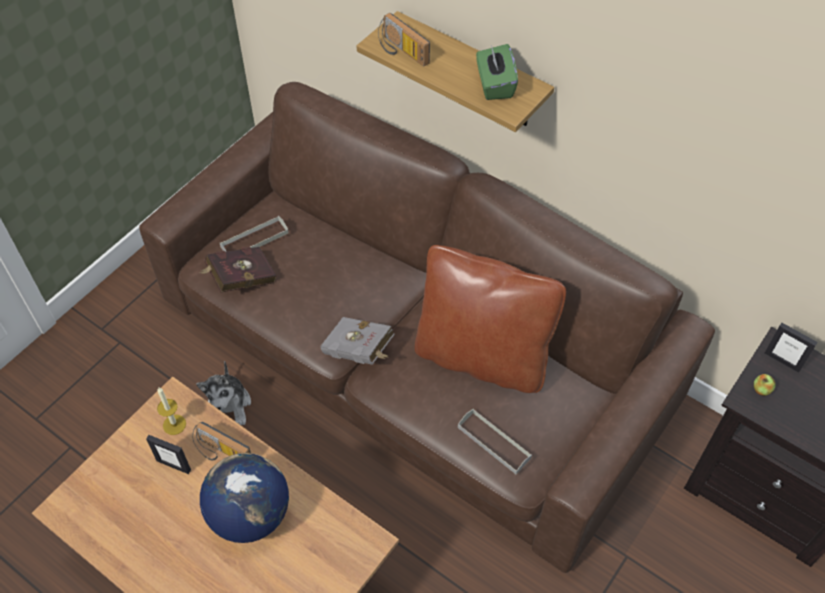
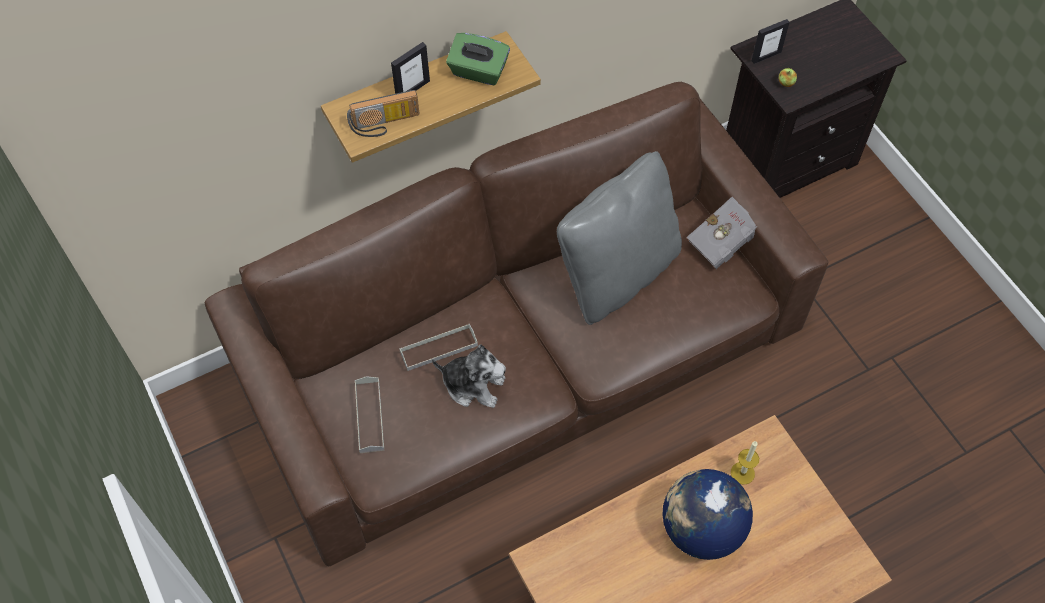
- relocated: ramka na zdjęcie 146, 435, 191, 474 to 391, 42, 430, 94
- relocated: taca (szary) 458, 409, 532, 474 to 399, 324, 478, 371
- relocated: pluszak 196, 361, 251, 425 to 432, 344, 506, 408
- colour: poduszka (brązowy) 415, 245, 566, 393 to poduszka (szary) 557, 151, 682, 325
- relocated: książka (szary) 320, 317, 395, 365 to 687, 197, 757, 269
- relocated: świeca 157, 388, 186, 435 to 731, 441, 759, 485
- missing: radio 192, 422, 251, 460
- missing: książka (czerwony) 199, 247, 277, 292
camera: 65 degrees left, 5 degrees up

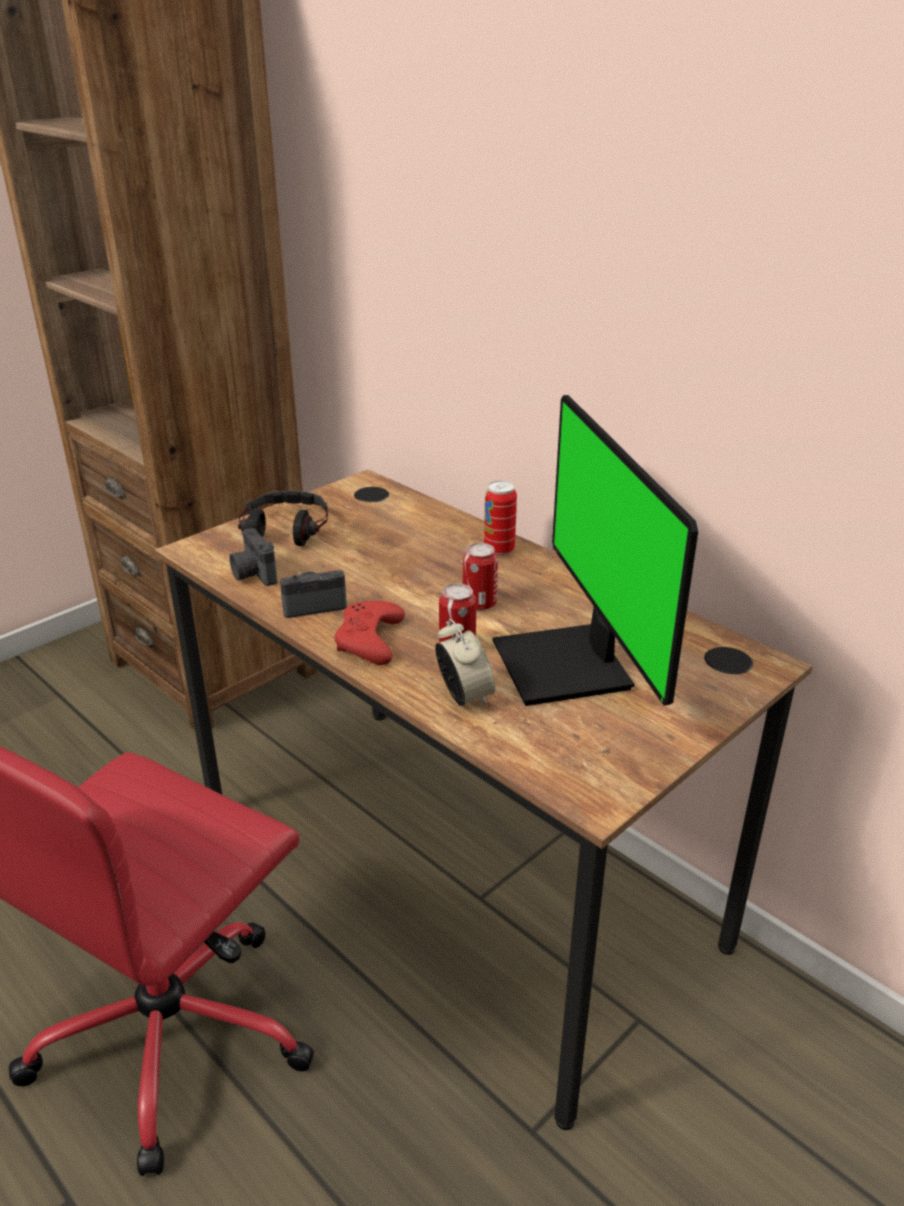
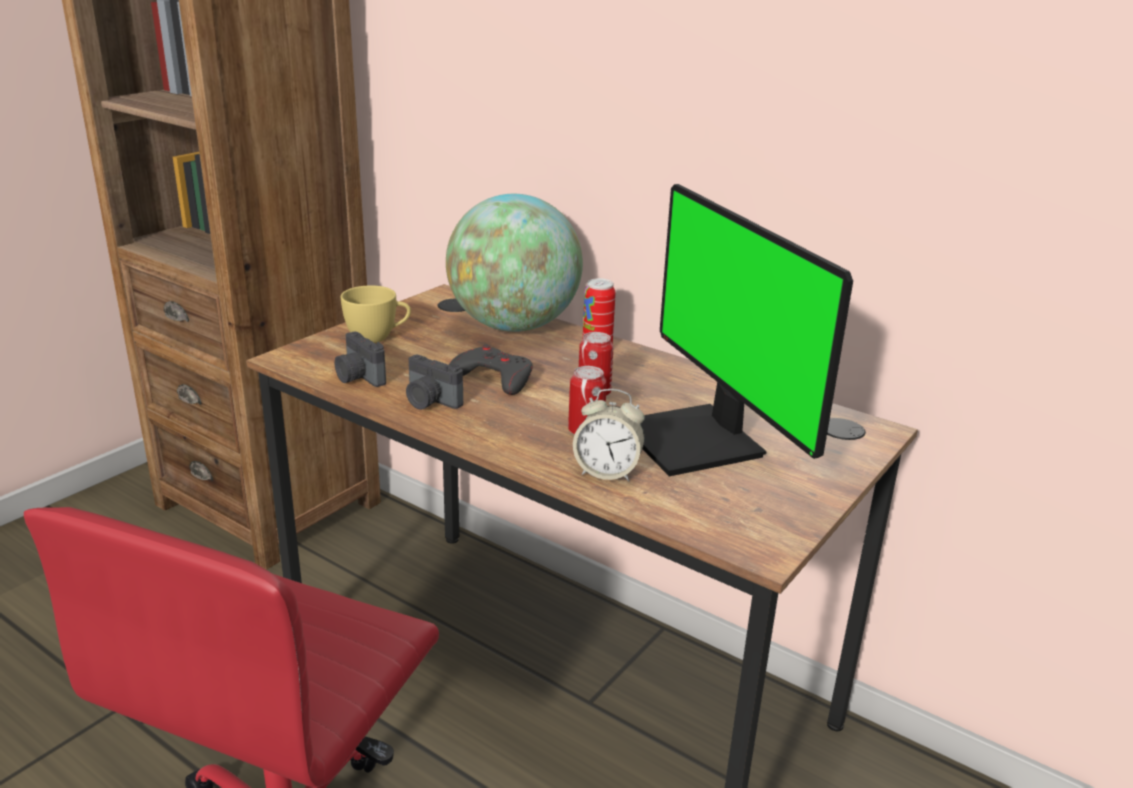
- exchanged: słuchawki 238, 491, 328, 546 to filiżanka (żółty) 341, 285, 411, 343
- spun: aparat fotograficzny 280, 570, 347, 618 = 406, 355, 463, 410 120 degrees counterclockwise
- appeared: globus 446, 194, 583, 332
- appeared: pad do gier (szary) 449, 345, 533, 395
- spun: budzik 435, 618, 495, 707 = 573, 389, 645, 482 135 degrees clockwise
- missing: pad do gier (czerwony) 335, 601, 405, 665
camera: 10 degrees left, 5 degrees down

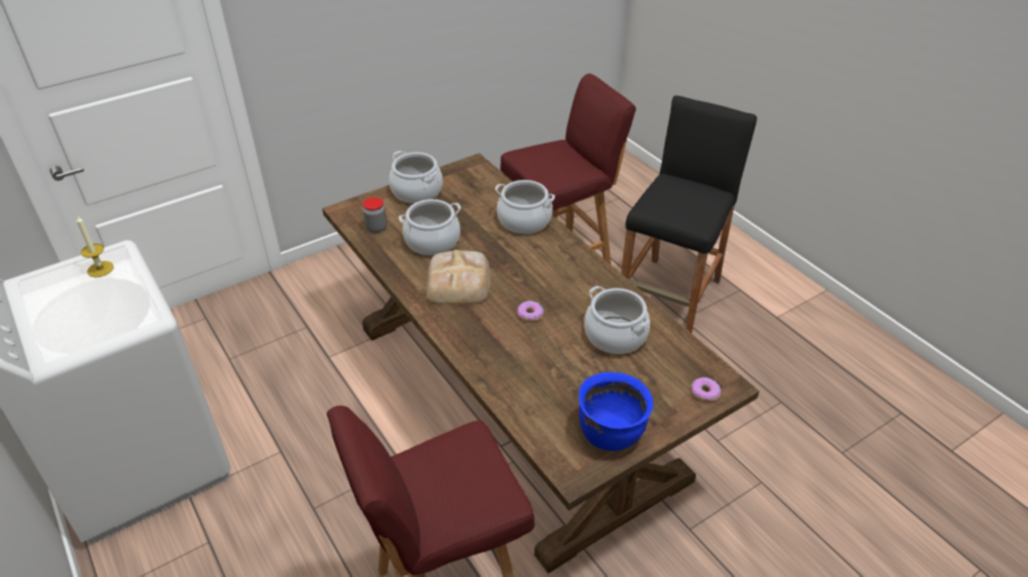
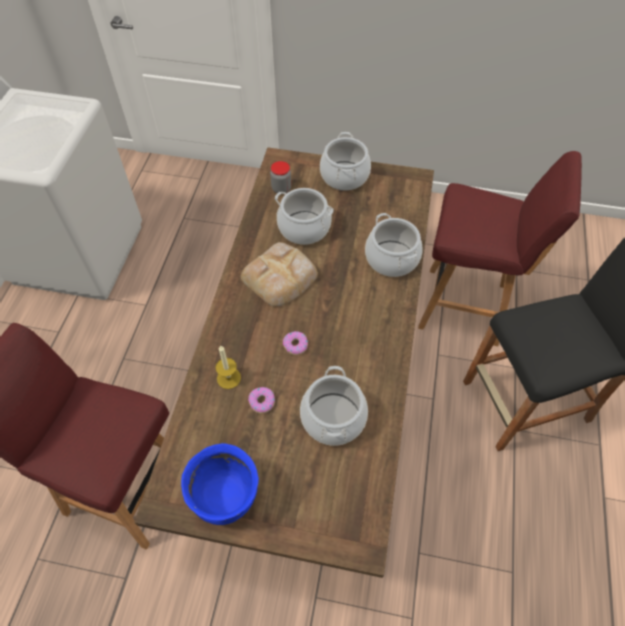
- relocated: świeca 77, 216, 114, 277 to 216, 345, 241, 389
- relocated: donut 691, 377, 721, 402 to 248, 387, 275, 413
camera: 45 degrees right, 15 degrees up

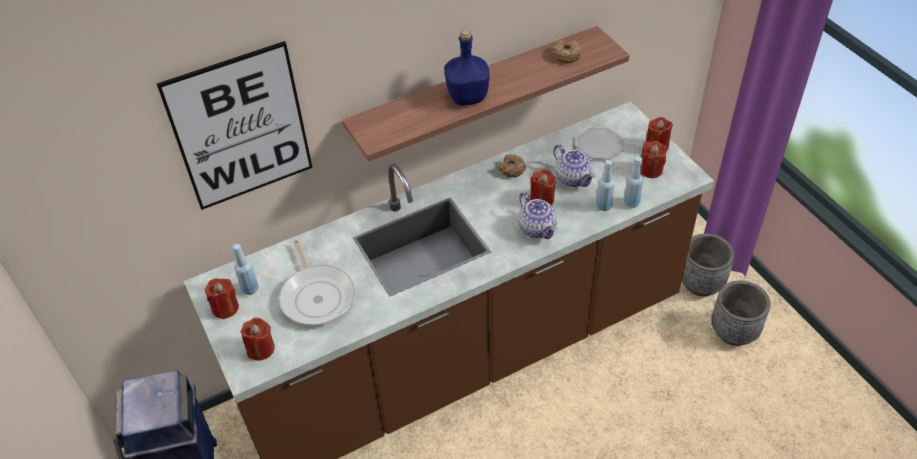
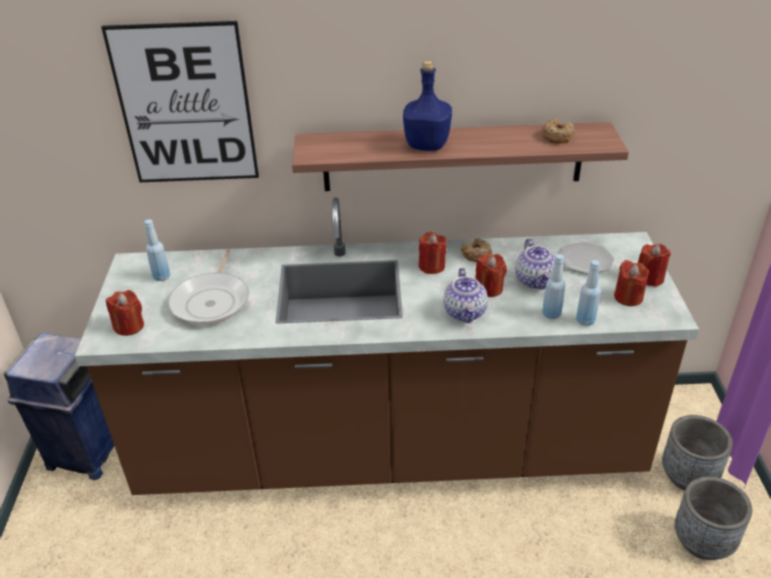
- relocated: świeca (czerwony) 205, 278, 239, 319 to 419, 232, 447, 274
camera: 25 degrees right, 10 degrees down

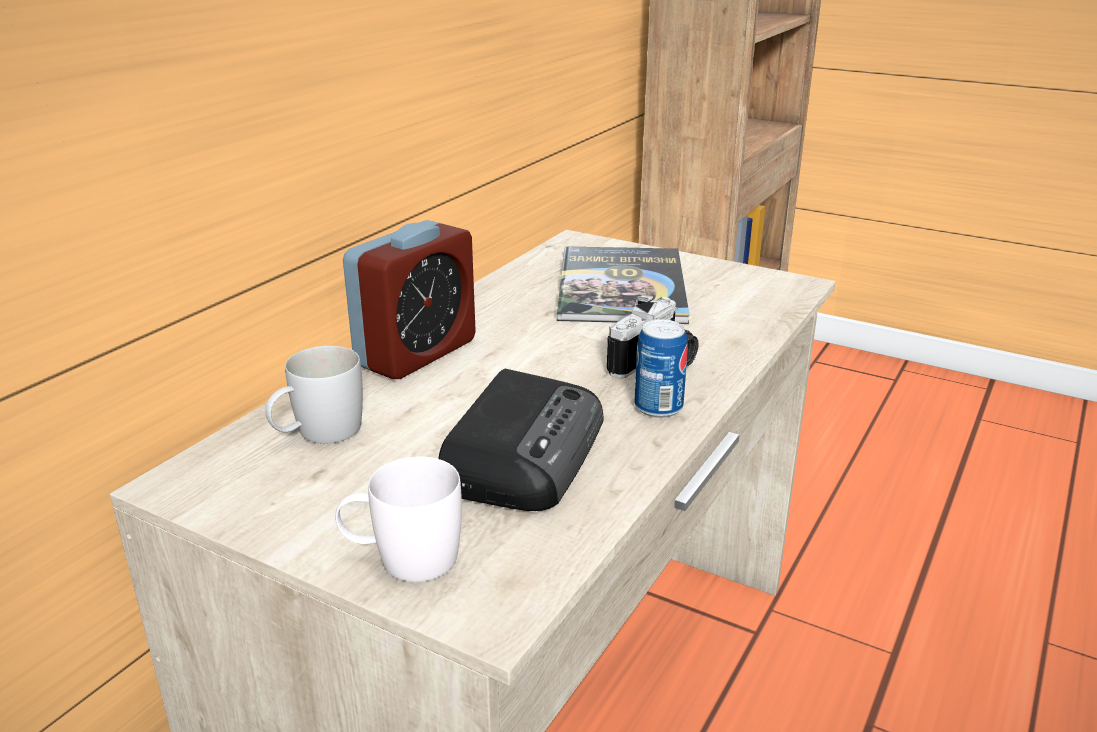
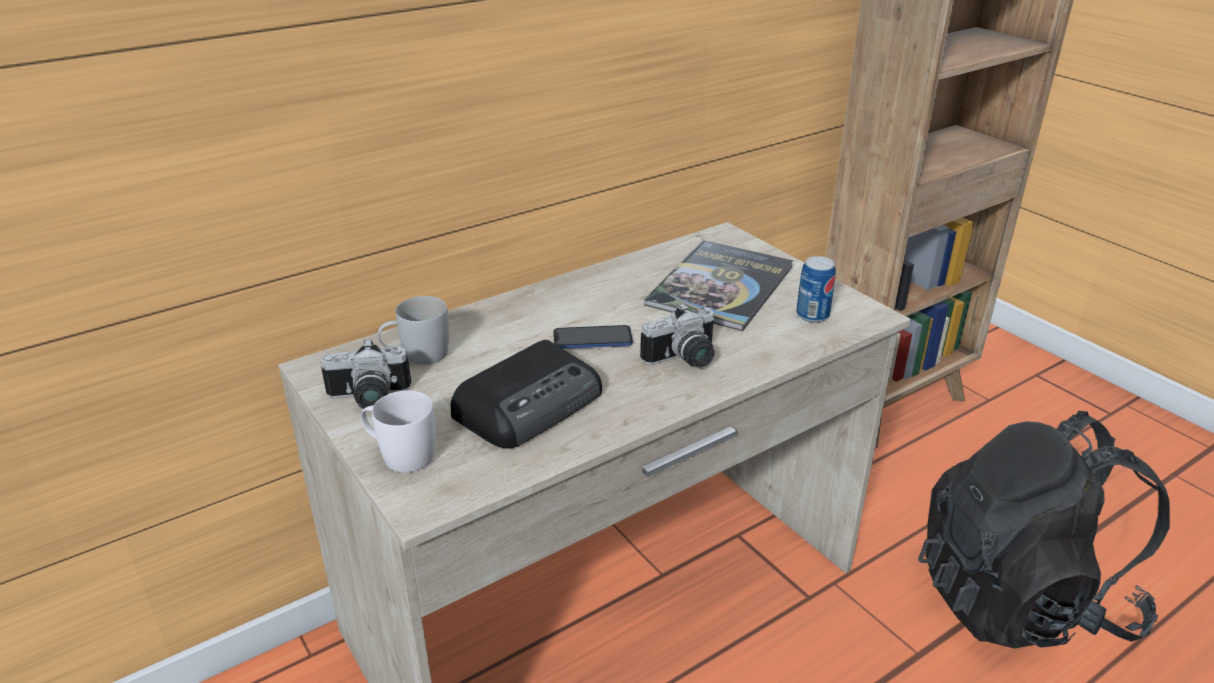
- appeared: aparat fotograficzny 321, 339, 411, 409
- appeared: telefon 553, 325, 633, 349
- relocated: puszka 635, 319, 688, 418 to 796, 256, 836, 323
- appeared: plecak (czarny) 918, 411, 1170, 648
- missing: budzik 343, 220, 476, 379
camera: 25 degrees right, 5 degrees up

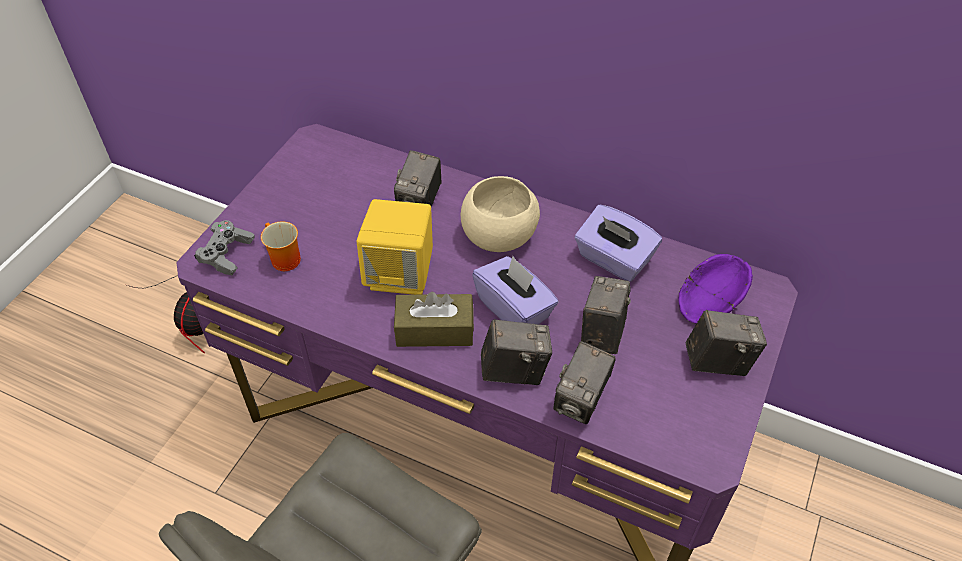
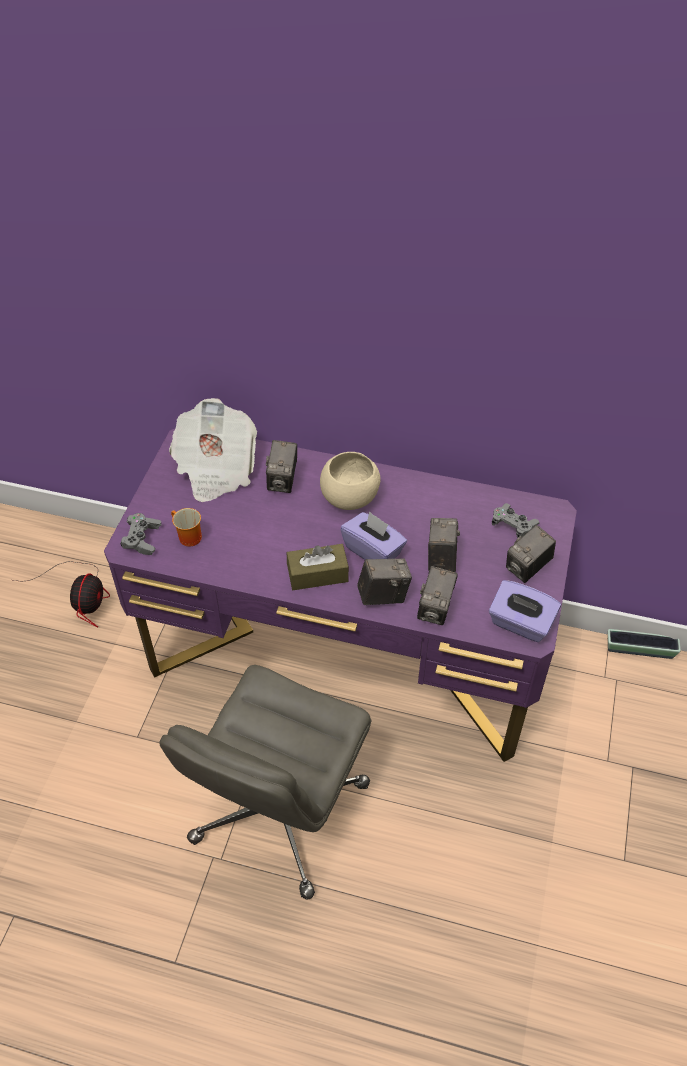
- appeared: gazeta 169, 398, 257, 502
- relocated: pudełko chusteczek (fioletowy) 575, 205, 662, 282 to 489, 580, 561, 642
- exchanged: miska (fioletowy) 678, 254, 753, 324 to pad do gier (szary) 492, 503, 540, 539
- spun: aparat fotograficzny 686, 310, 767, 376 = 506, 525, 556, 583 150 degrees clockwise
- appeared: donica 608, 629, 681, 659
- missing: głośnik (żółty) 357, 199, 433, 295
camera: 10 degrees left, 0 degrees up

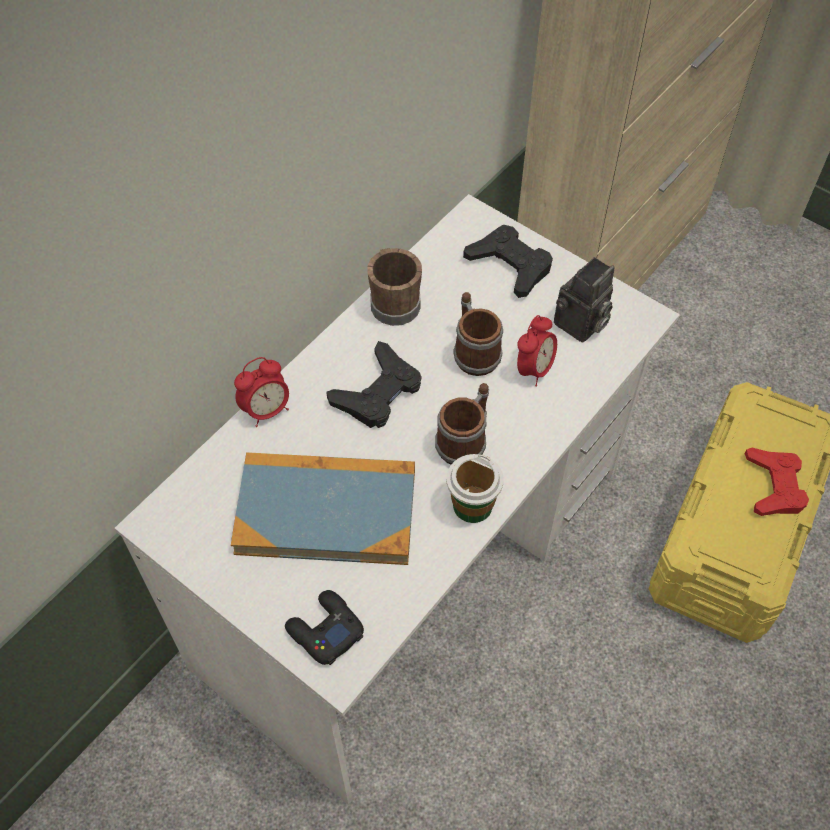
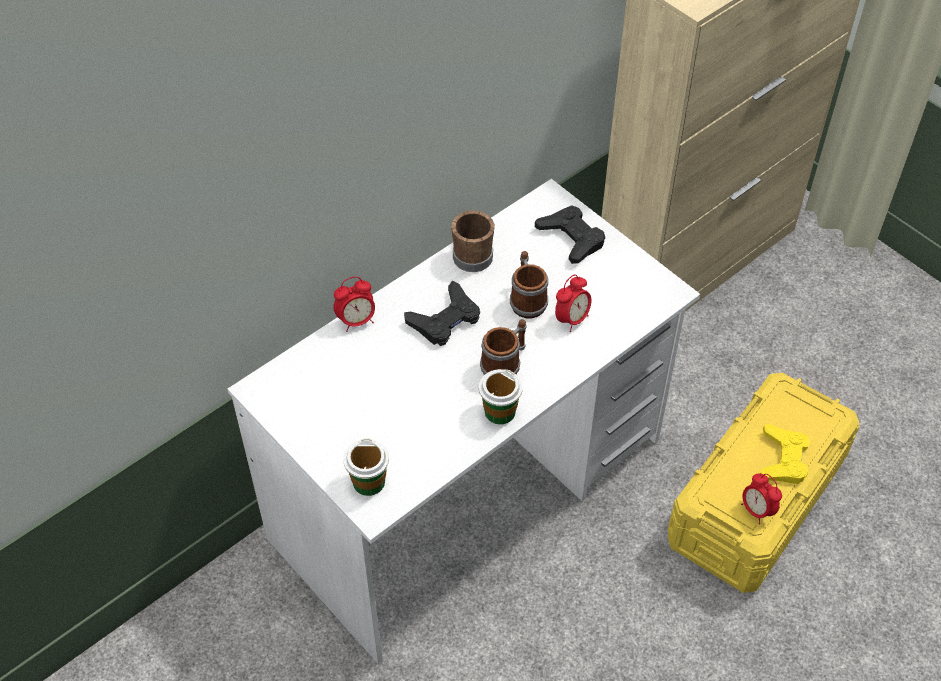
- exchanged: pad do gier (czarny) 285, 590, 364, 665 to filiżanka 343, 438, 389, 496
- appeared: budzik 741, 473, 782, 524
- colour: pad do gier (czerwony) 745, 448, 809, 516 to pad do gier (żółty) 760, 424, 810, 484
- missing: książka 231, 452, 415, 565
- missing: aparat fotograficzny 554, 257, 615, 343
camera: 10 degrees right, 5 degrees down

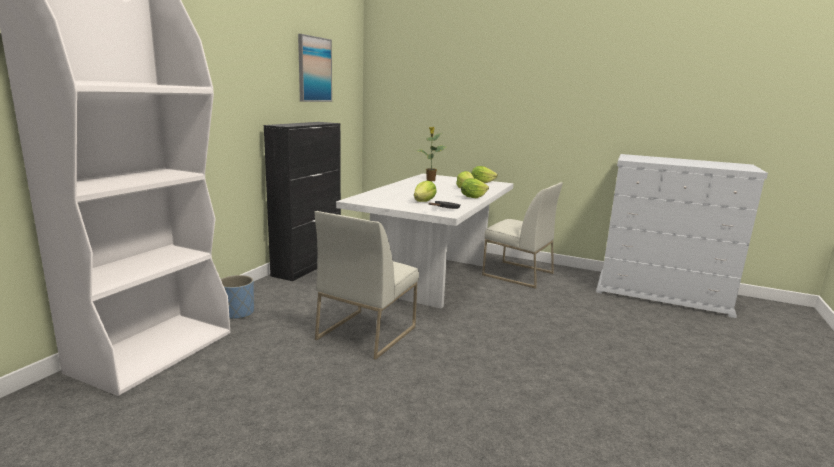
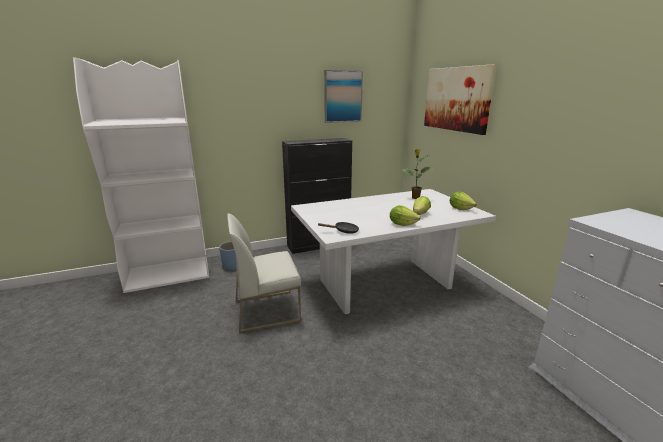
- appeared: obraz 424, 64, 497, 135
- missing: sałata 414, 181, 437, 202
- missing: krzesło (biały) 482, 182, 563, 289
camera: 45 degrees right, 5 degrees up

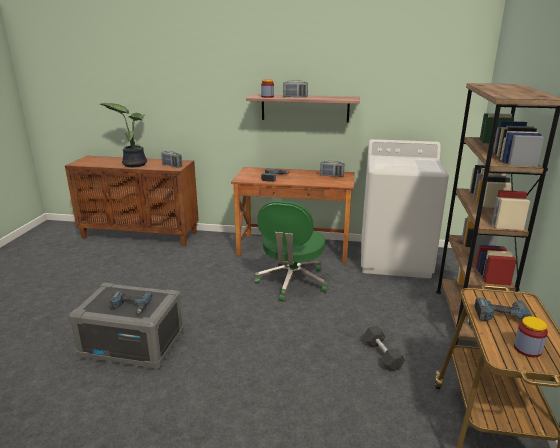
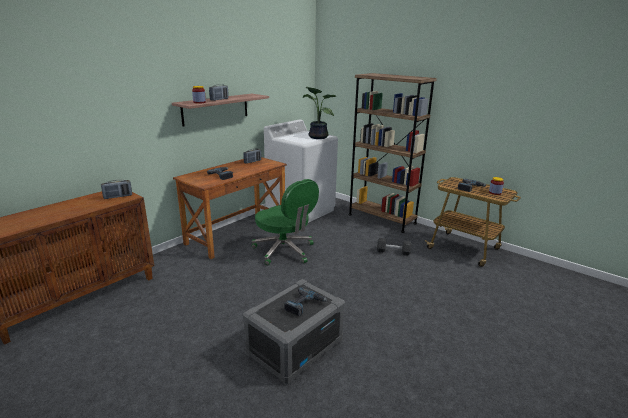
- relocated: roślina doniczkowa 100, 103, 147, 167 to 303, 87, 336, 139
camera: 60 degrees left, 0 degrees up

